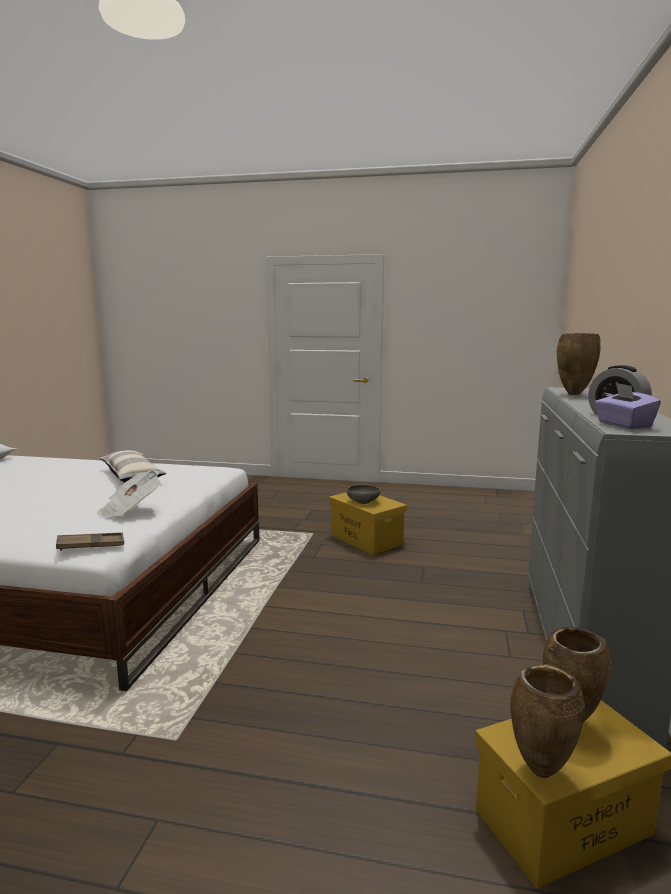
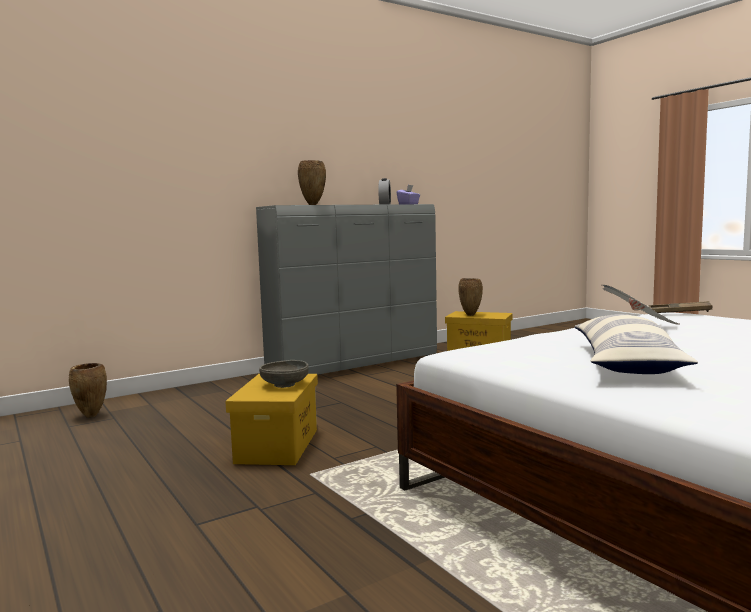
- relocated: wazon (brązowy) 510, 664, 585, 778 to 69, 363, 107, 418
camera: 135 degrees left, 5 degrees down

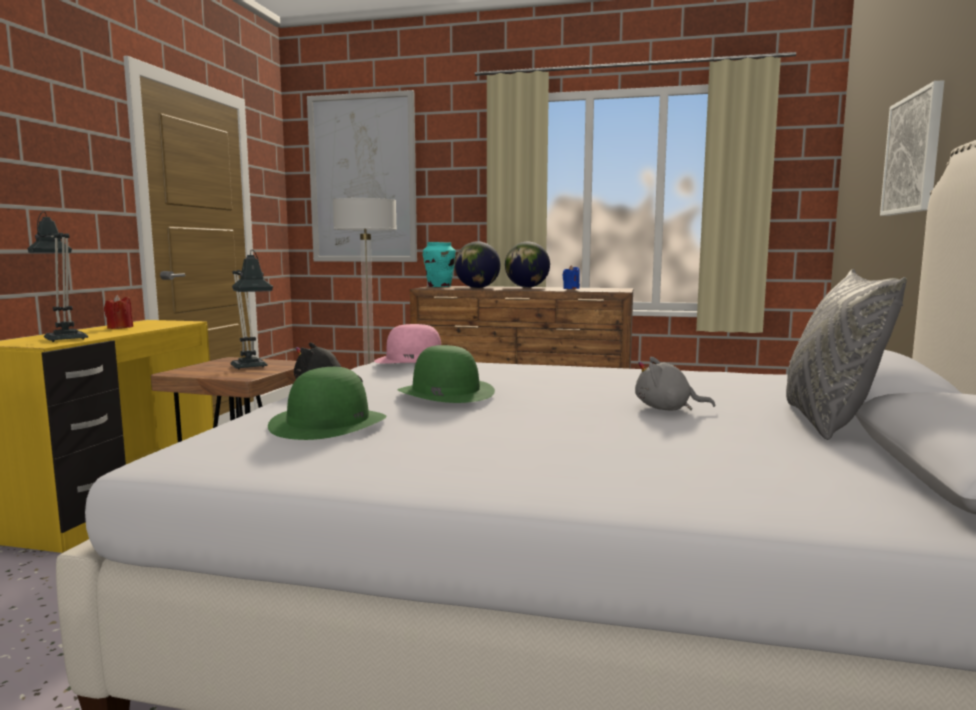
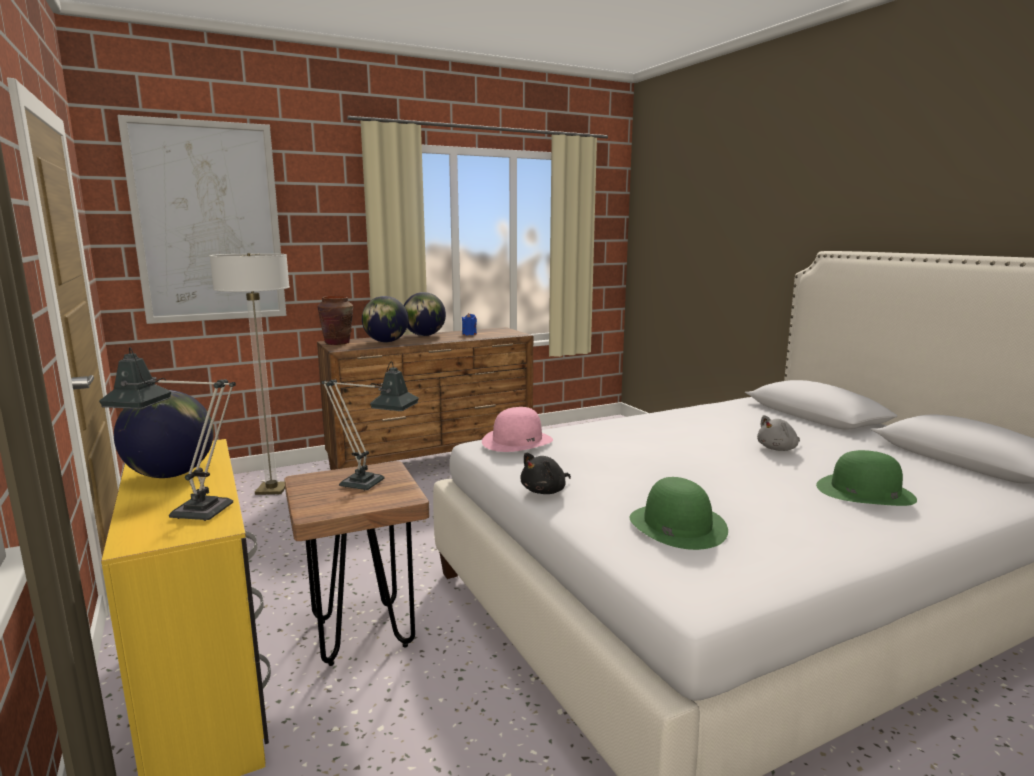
- exchanged: świeca (czerwony) 104, 295, 133, 329 to globus 114, 390, 214, 478
- colour: wazon (turkusowy) 422, 242, 456, 287 to wazon (brązowy) 318, 296, 353, 345
- relocated: kapelusz (zielony) 398, 345, 495, 403 to 816, 450, 917, 506
- missing: poduszka (szary) 786, 269, 907, 440
- missing: obraz 880, 80, 944, 216
camera: 40 degrees left, 5 degrees up

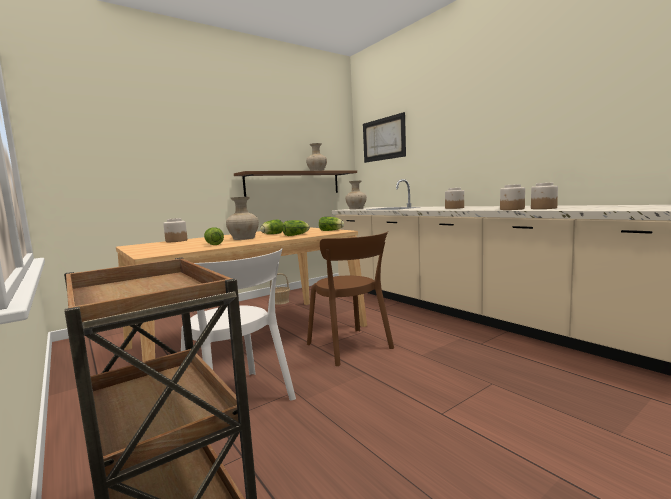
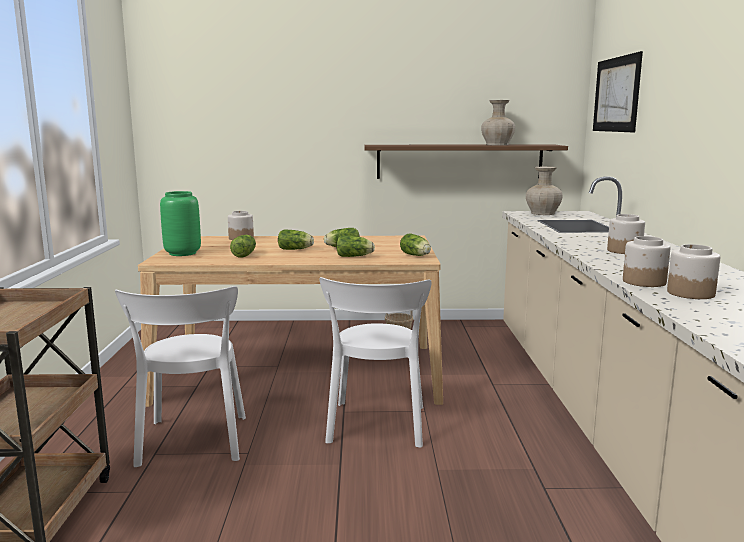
- appeared: wazon (zielony) 160, 191, 201, 256
- exchanged: wazon (beżowy) 226, 197, 259, 240 to sałata 278, 230, 314, 250
- colour: krzesło (brązowy) 307, 231, 394, 366 to krzesło (biały) 319, 277, 432, 448
camera: 35 degrees right, 5 degrees up

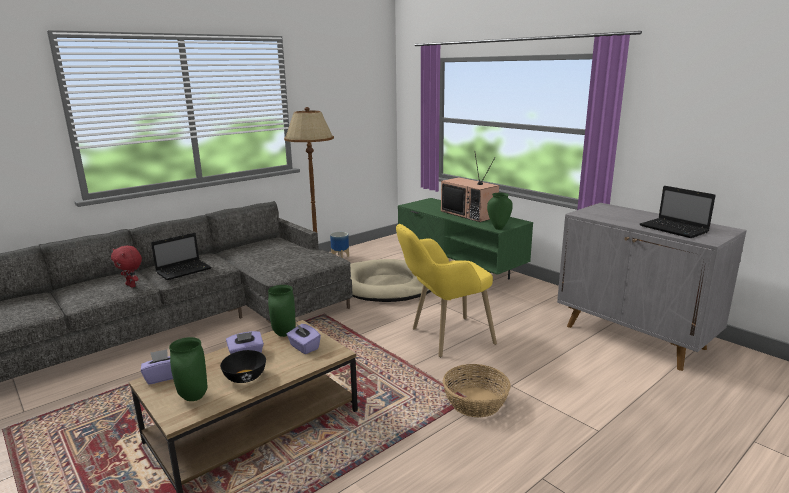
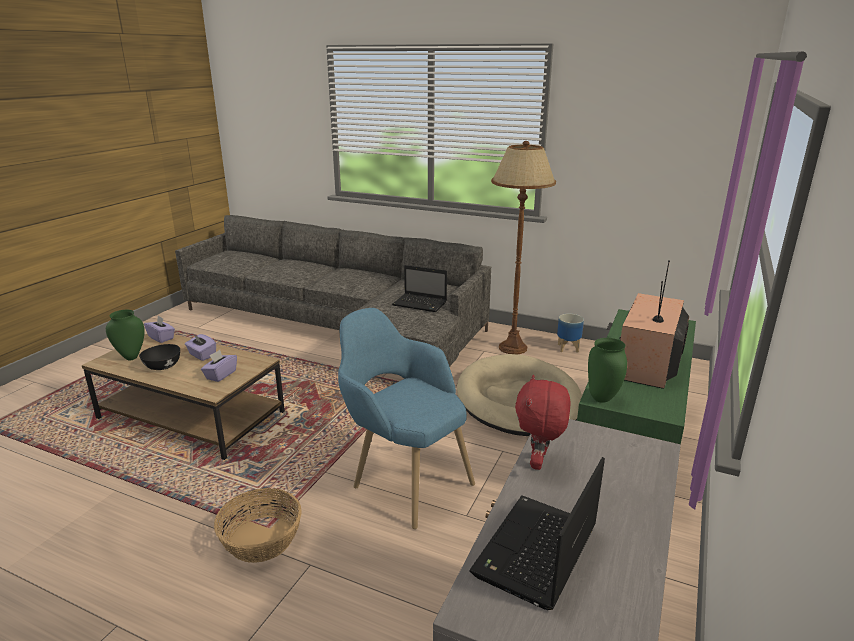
- colour: fotel (żółty) 396, 224, 497, 357 to fotel (niebieski) 338, 308, 475, 529
- relocated: laptop 151, 233, 212, 280 to 392, 265, 447, 312
- relocated: pluszak (czerwony) 111, 246, 142, 288 to 515, 375, 570, 470
- missing: wazon (zielony) 268, 285, 296, 337
camera: 65 degrees right, 5 degrees up

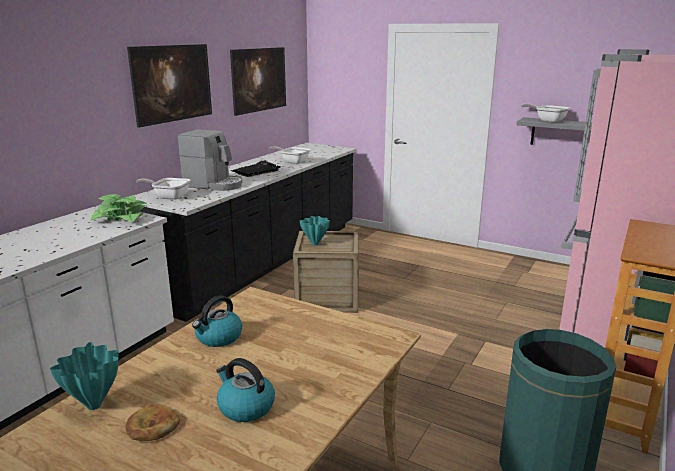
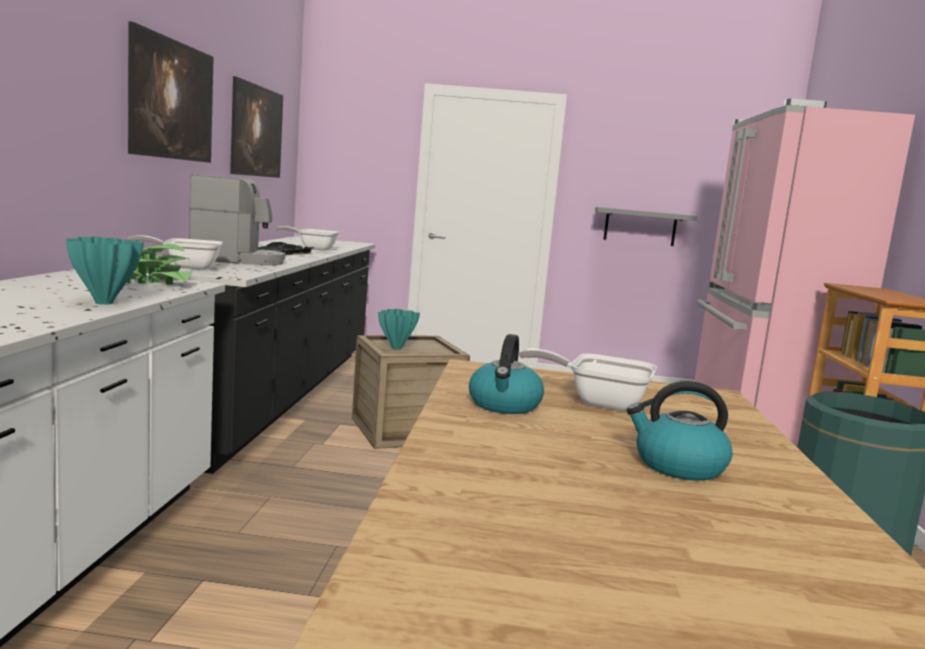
- relocated: wazon (turkusowy) 50, 342, 119, 410 to 66, 236, 144, 305
- relocated: patelnia 521, 104, 570, 123 to 519, 348, 657, 411
- missing: chleb 125, 404, 180, 441
camera: 25 degrees left, 10 degrees down

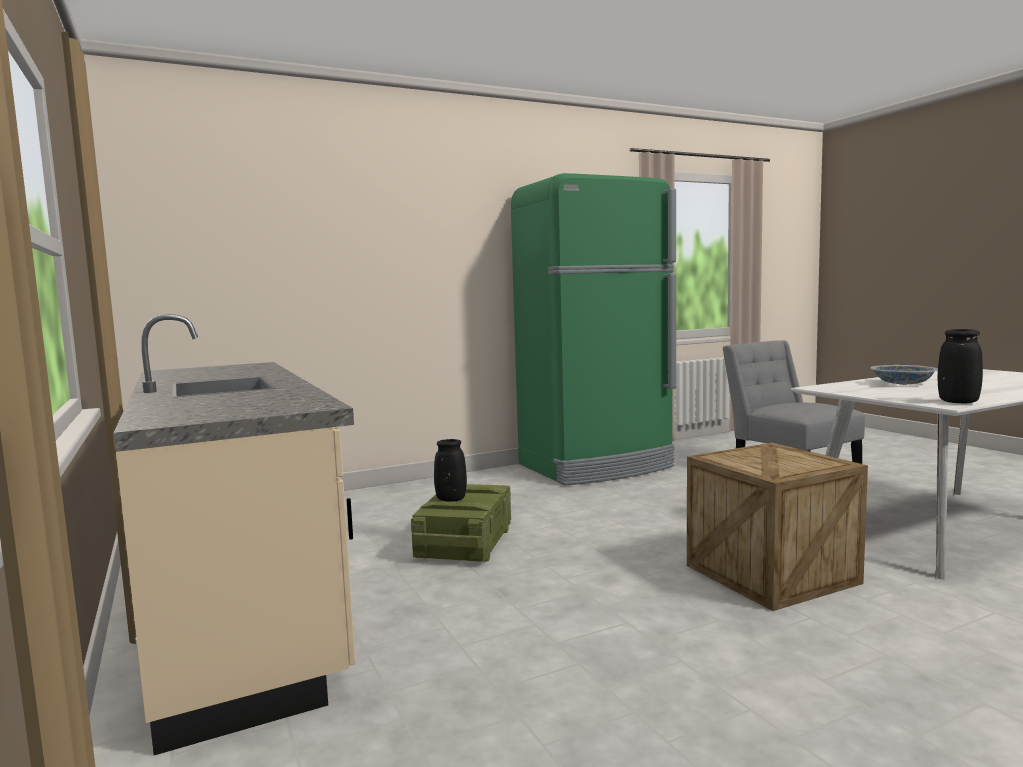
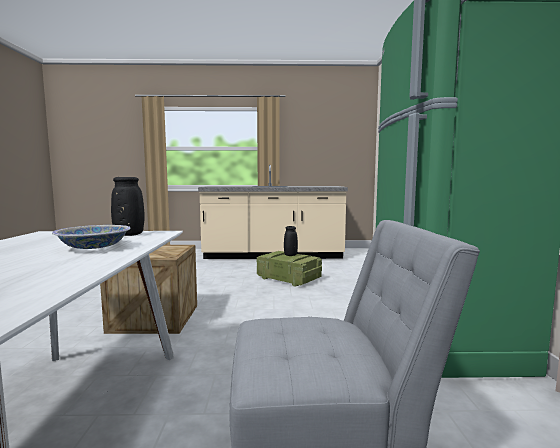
- relocated: wazon (czarny) 938, 329, 983, 403 to 111, 177, 145, 236
camera: 115 degrees right, 0 degrees up

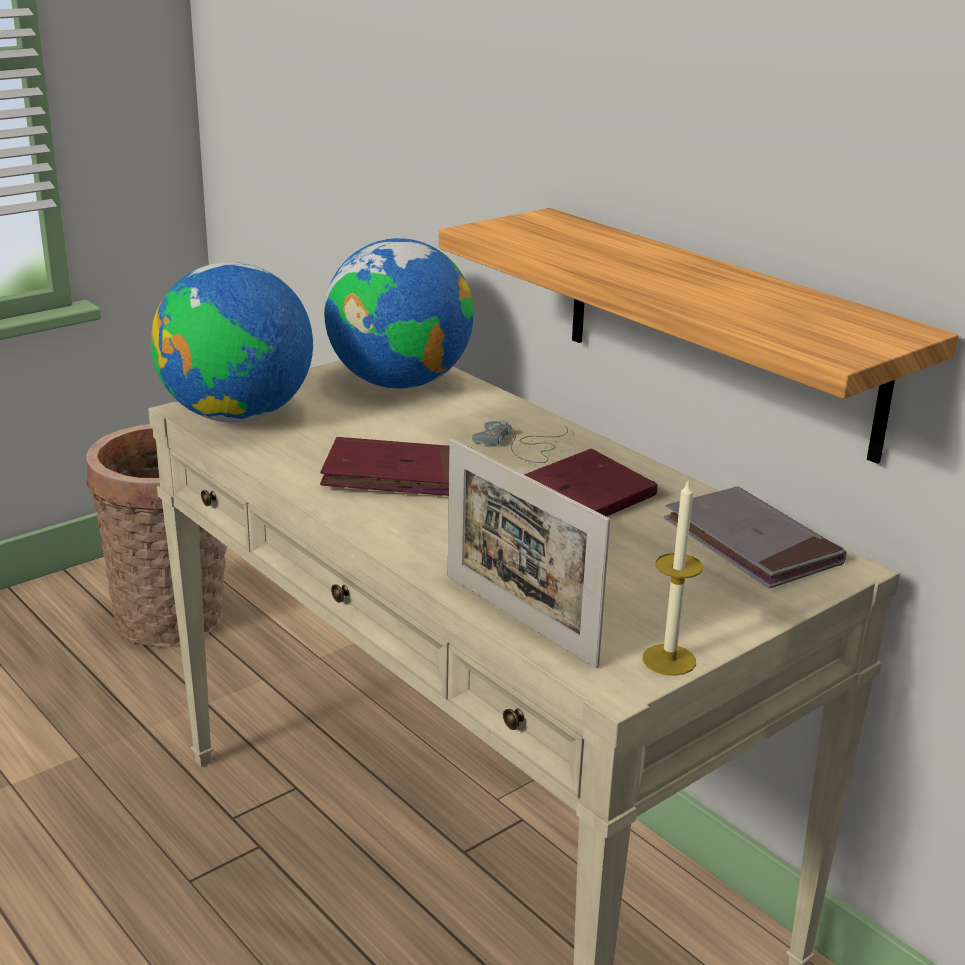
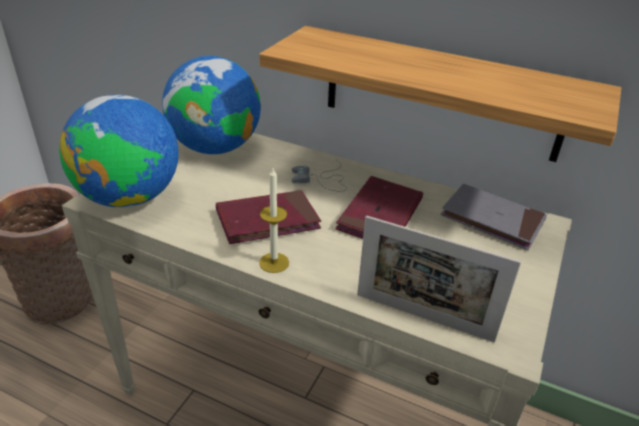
- relocated: świeca 643, 478, 703, 676 to 259, 168, 289, 273
camera: 25 degrees left, 10 degrees up

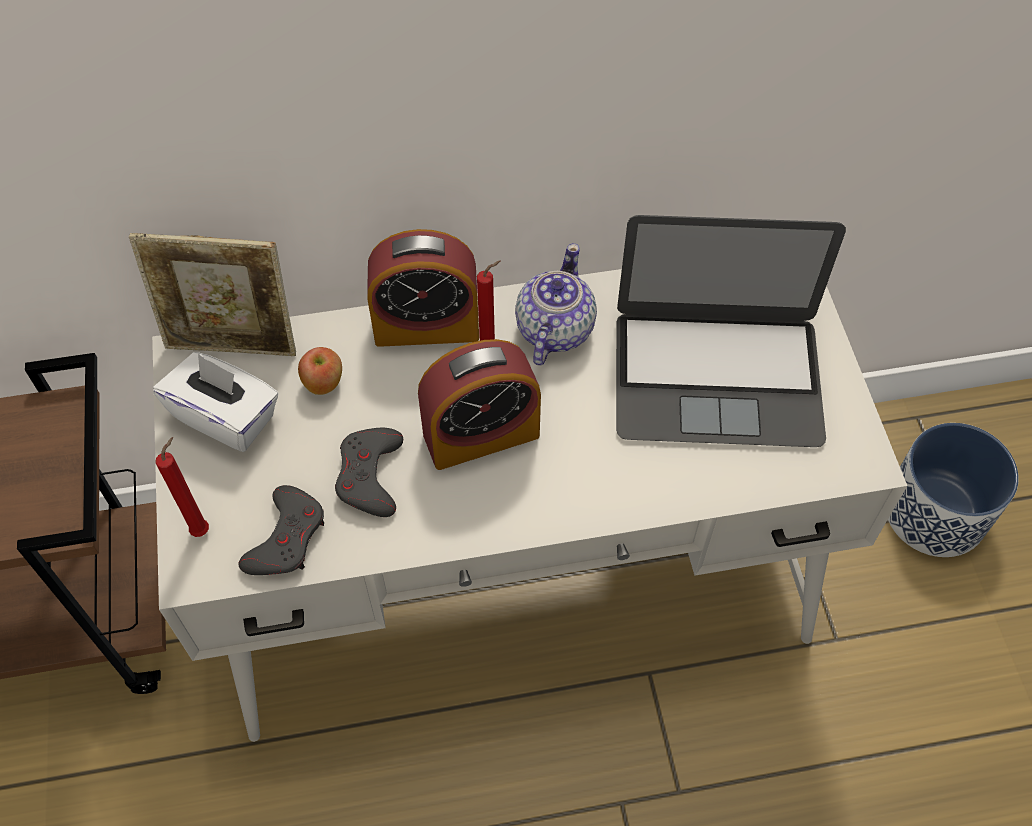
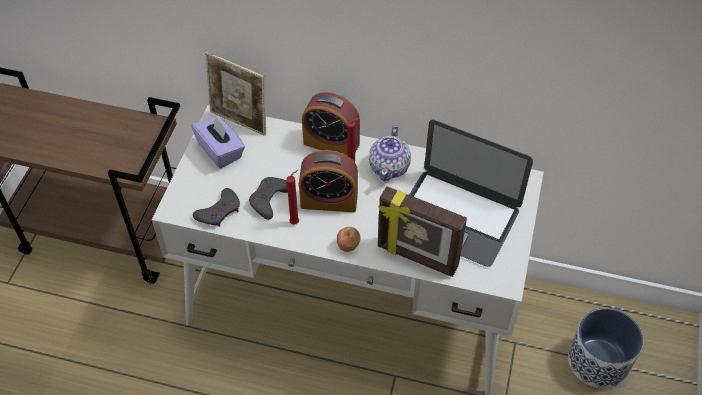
- colour: pudełko chusteczek (biały) 153, 352, 279, 452 to pudełko chusteczek (fioletowy) 191, 116, 245, 168
- relocated: świeca (czerwony) 155, 437, 209, 537 to 287, 170, 299, 224
- relocated: jabłko 298, 347, 342, 395 to 337, 227, 361, 252
- spun: imbryk 515, 243, 597, 365 = 369, 125, 411, 181 150 degrees clockwise
- appeared: ramka na zdjęcie 378, 186, 467, 277
camera: 25 degrees right, 5 degrees down

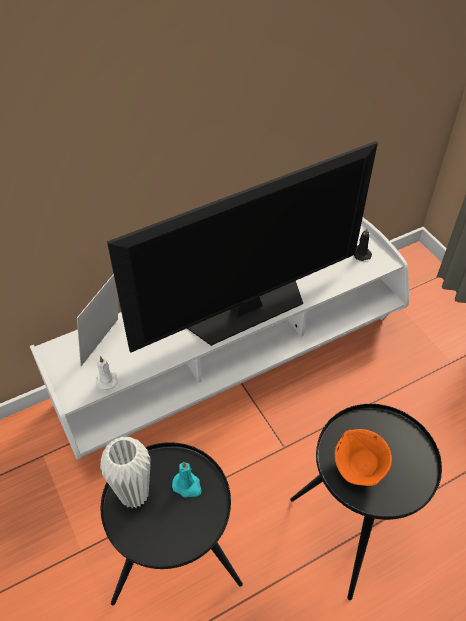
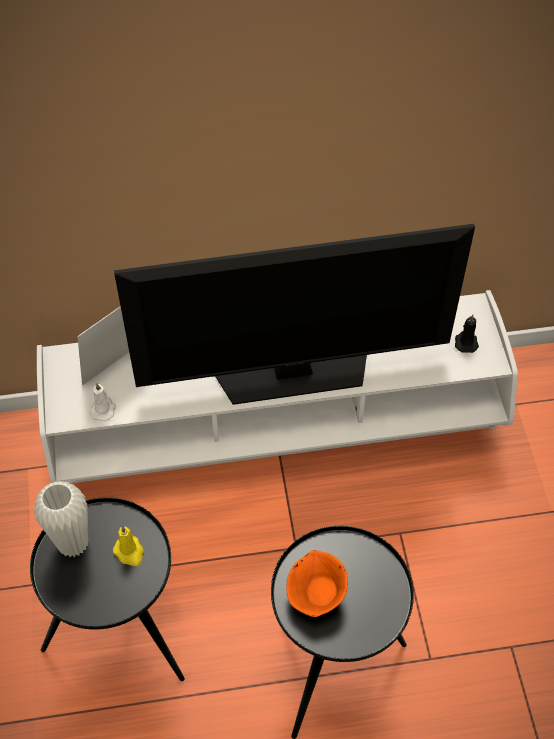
- colour: świeca (turkusowy) 172, 462, 201, 498 to świeca (żółty) 113, 526, 144, 566
camera: 20 degrees right, 5 degrees up

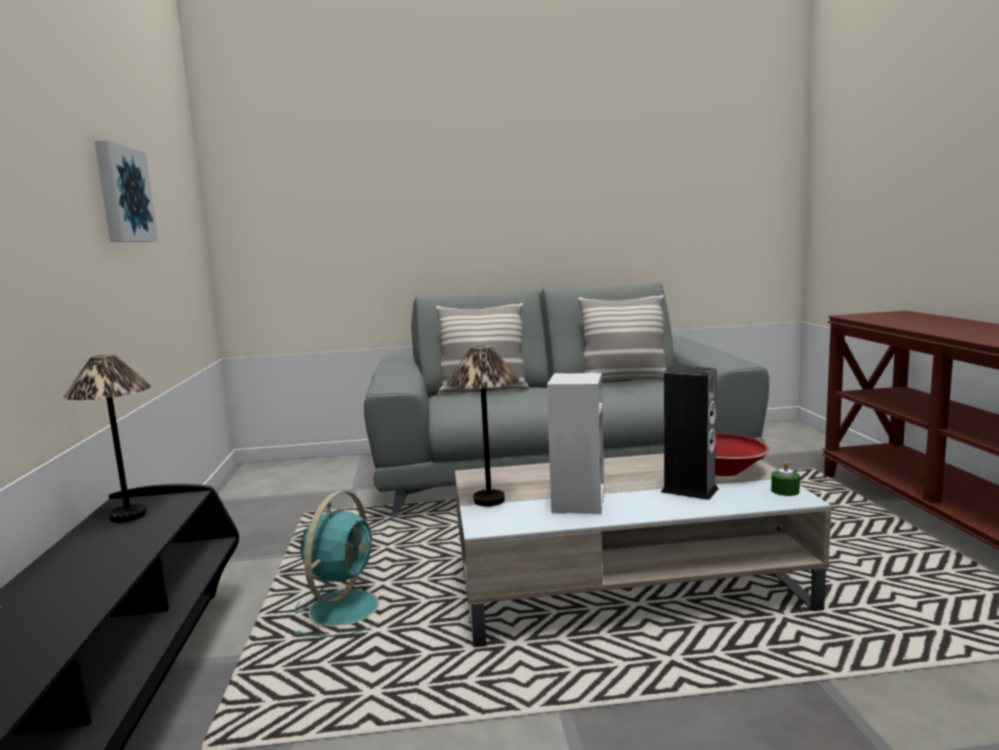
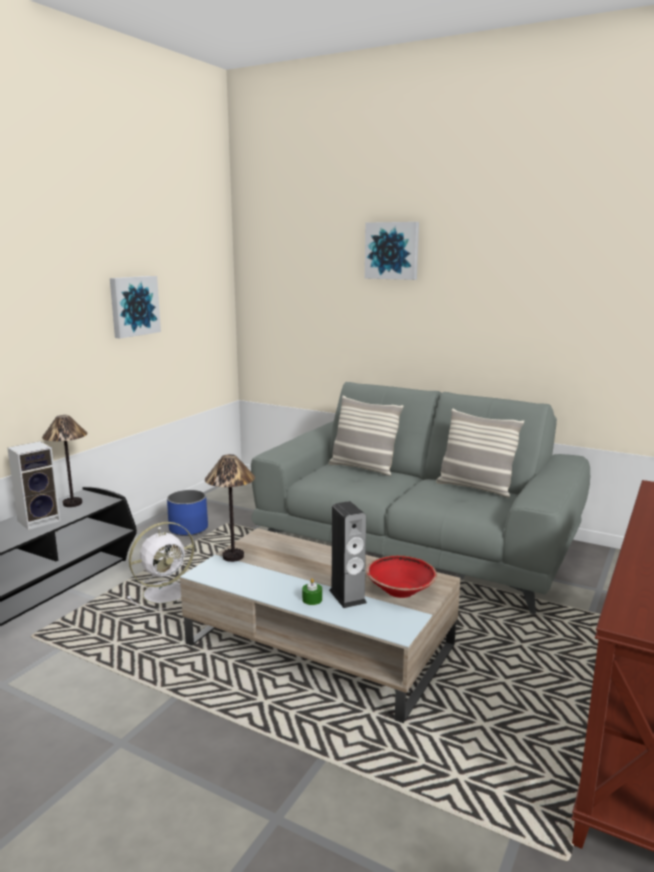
- relocated: głośnik 547, 373, 604, 514 to 7, 441, 60, 530
- colour: wentylator (turkusowy) 294, 491, 379, 637 to wentylator (biały) 127, 522, 194, 609
- appeared: donica (niebieski) 167, 490, 208, 536
- relocated: świeca (zielony) 771, 461, 800, 496 to 302, 578, 322, 605
- appeared: obraz 365, 222, 419, 280
camera: 35 degrees right, 5 degrees up

